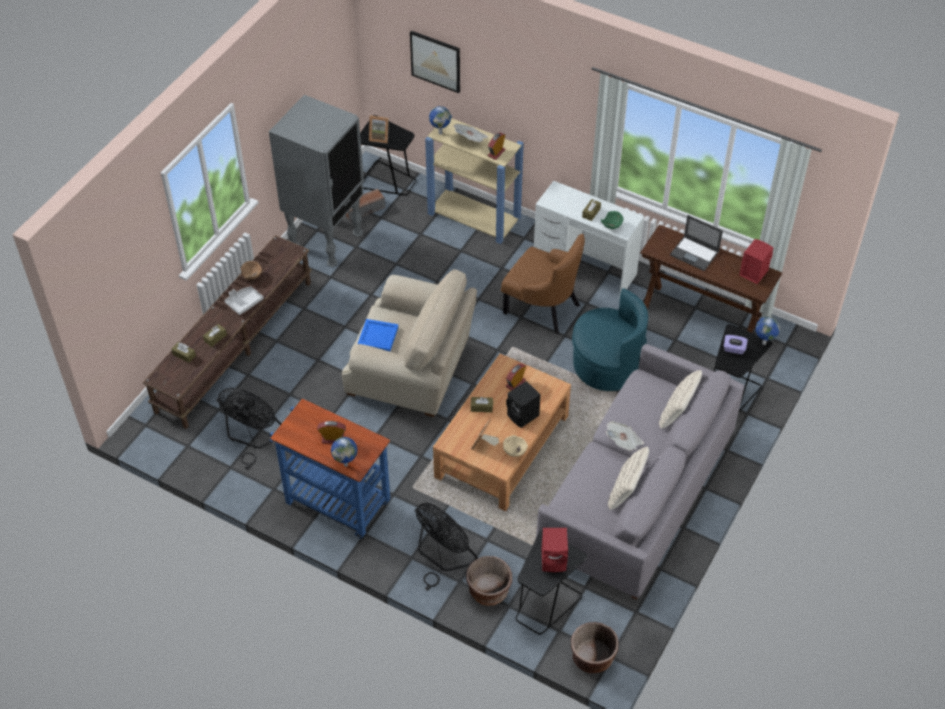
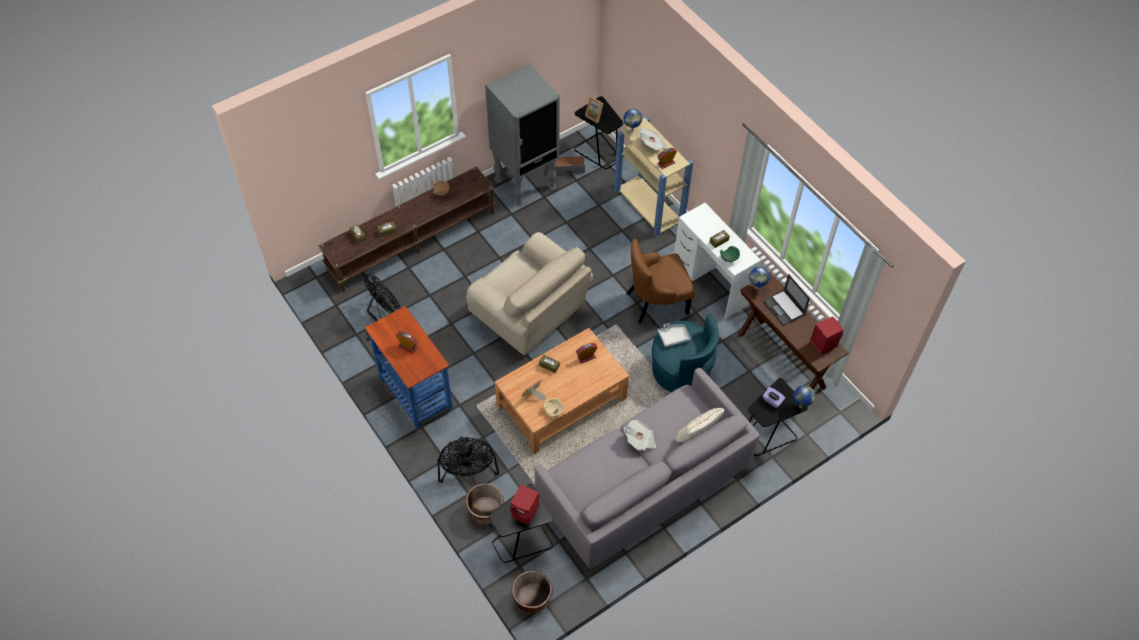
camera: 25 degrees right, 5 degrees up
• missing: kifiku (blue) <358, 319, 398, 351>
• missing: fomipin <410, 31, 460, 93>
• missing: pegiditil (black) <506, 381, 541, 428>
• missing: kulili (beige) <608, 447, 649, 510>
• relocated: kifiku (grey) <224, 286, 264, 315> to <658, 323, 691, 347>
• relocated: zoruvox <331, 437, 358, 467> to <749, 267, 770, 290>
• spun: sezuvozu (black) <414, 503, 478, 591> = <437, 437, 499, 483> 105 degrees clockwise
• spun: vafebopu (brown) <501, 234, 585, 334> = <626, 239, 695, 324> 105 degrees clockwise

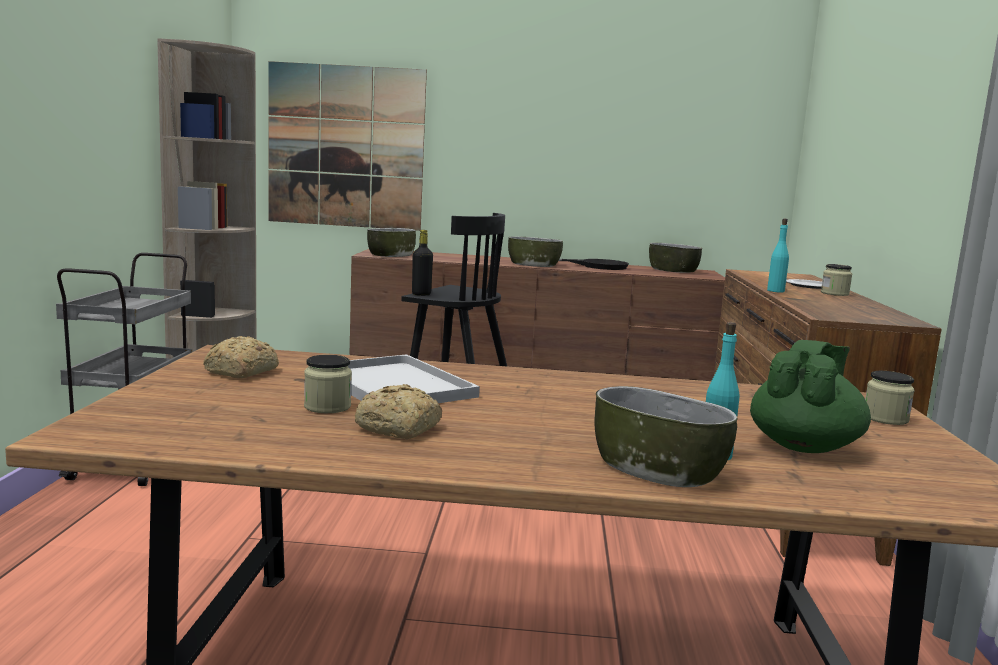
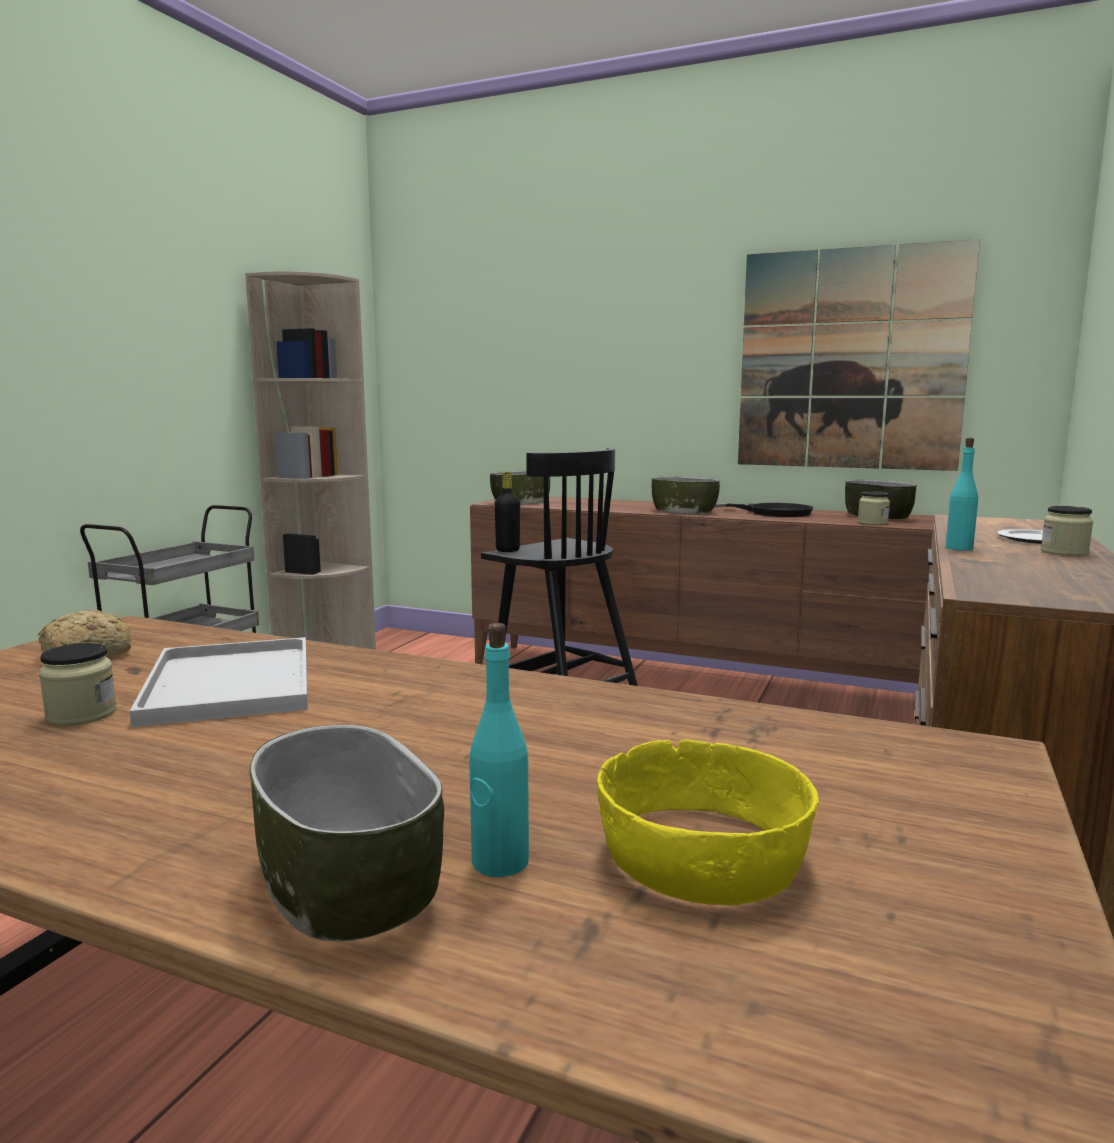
camera: 20 degrees right, 0 degrees up
• missing: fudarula <355, 384, 442, 439>
• relocated: fomipin <269, 61, 427, 231> to <738, 239, 980, 471>
• relocated: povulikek <865, 371, 915, 425> to <858, 491, 890, 525>
• exchanged: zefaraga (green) <750, 340, 871, 453> to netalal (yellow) <597, 739, 819, 905>

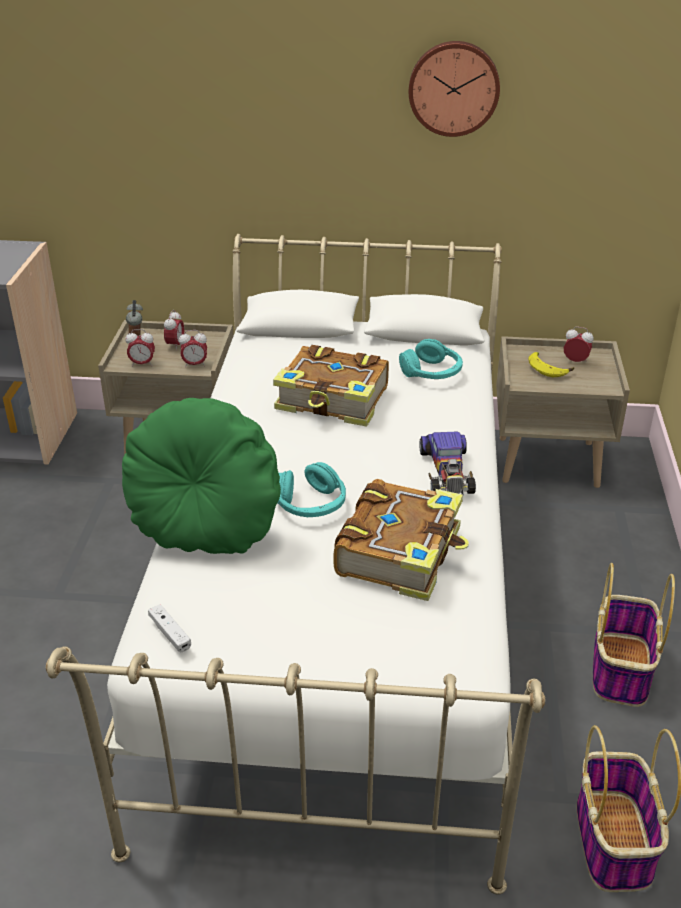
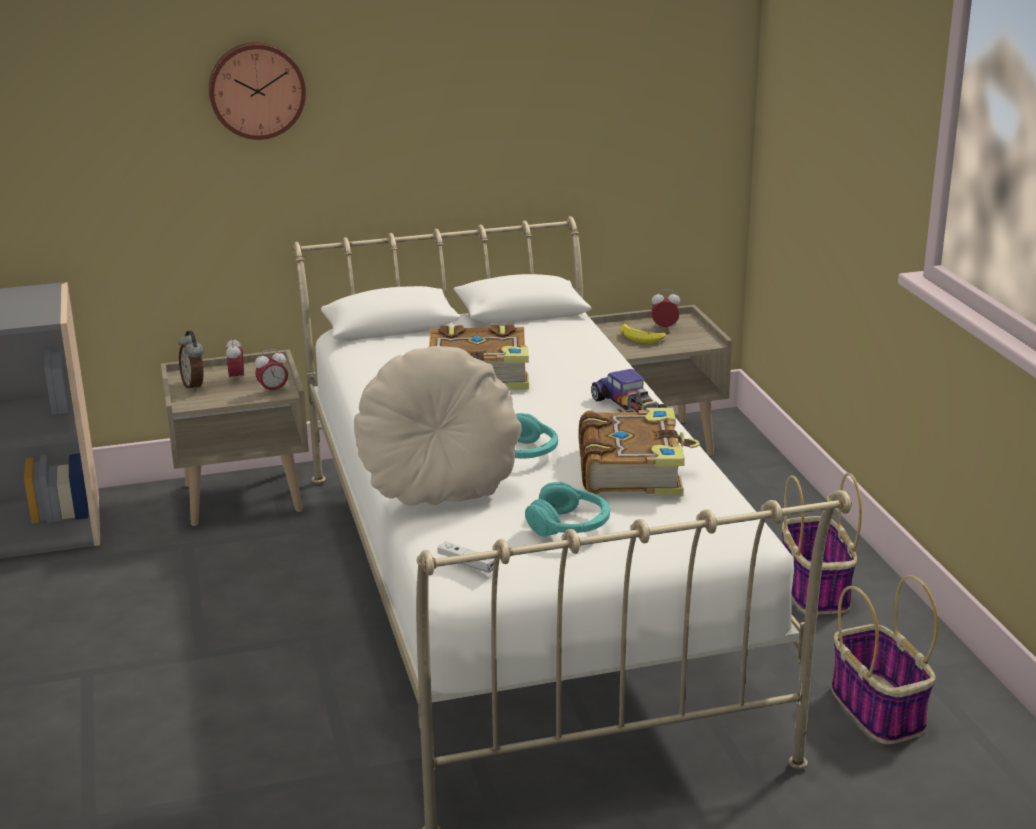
camera: 20 degrees left, 10 degrees down
• missing: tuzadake <126, 329, 155, 367>
• relocated: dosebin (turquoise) <399, 339, 463, 379> to <525, 482, 610, 537>
• relocated: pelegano <409, 41, 500, 137> to <209, 42, 306, 140>
• colour: kulili (green) <122, 398, 281, 554> to kulili (beige) <354, 346, 521, 505>

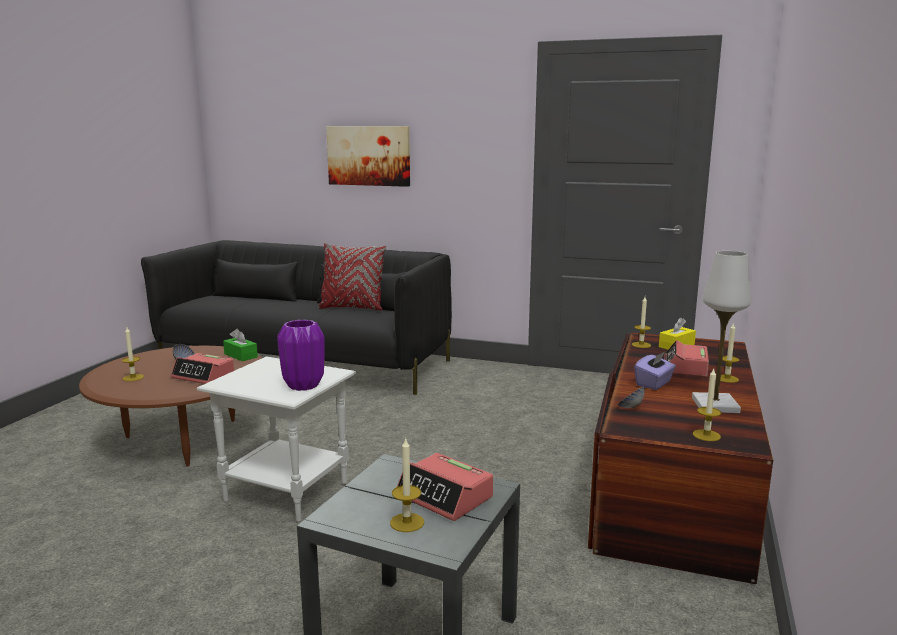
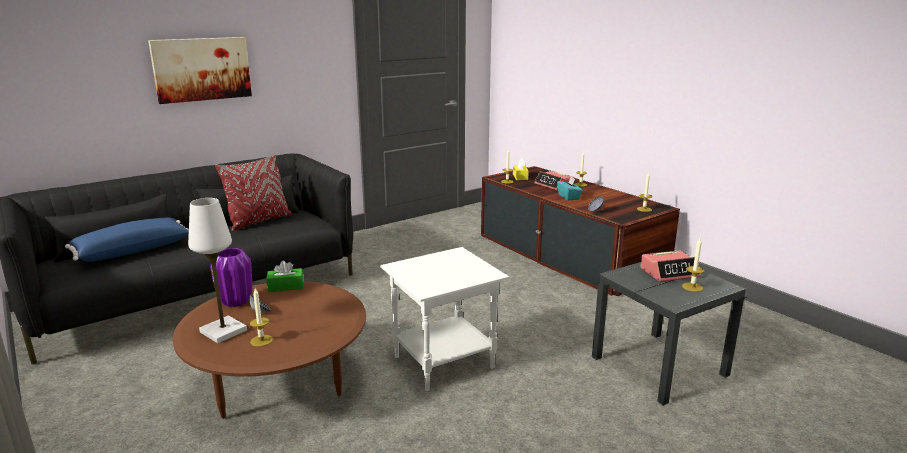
camera: 55 degrees left, 5 degrees up
• missing: tuzadake <171, 353, 234, 384>
• appeared: kulili (blue) <65, 217, 189, 262>
• relocated: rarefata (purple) <277, 320, 325, 391> to <210, 248, 252, 307>
• relocated: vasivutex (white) <692, 251, 751, 413> to <188, 198, 247, 343>
• colour: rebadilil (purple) <634, 352, 676, 390> to rebadilil (turquoise) <557, 177, 583, 200>

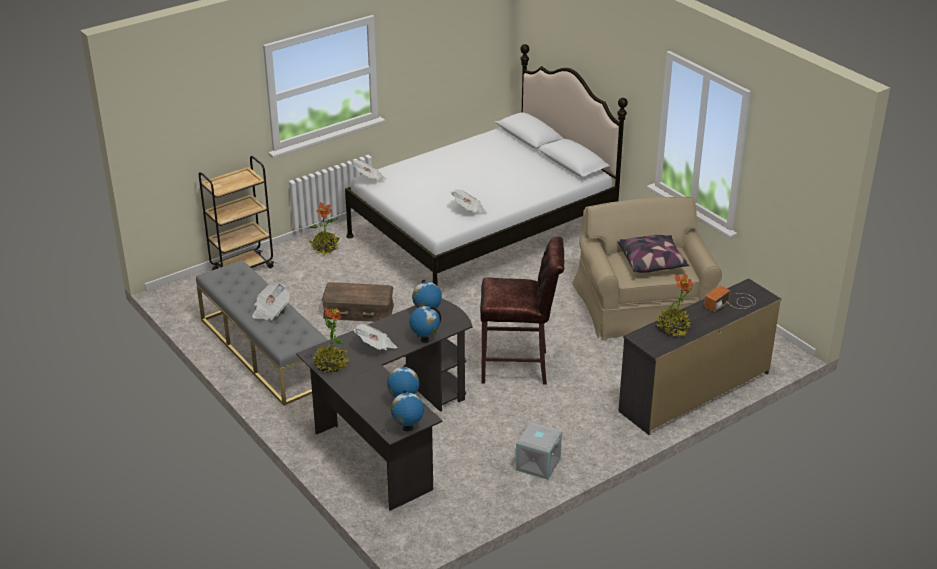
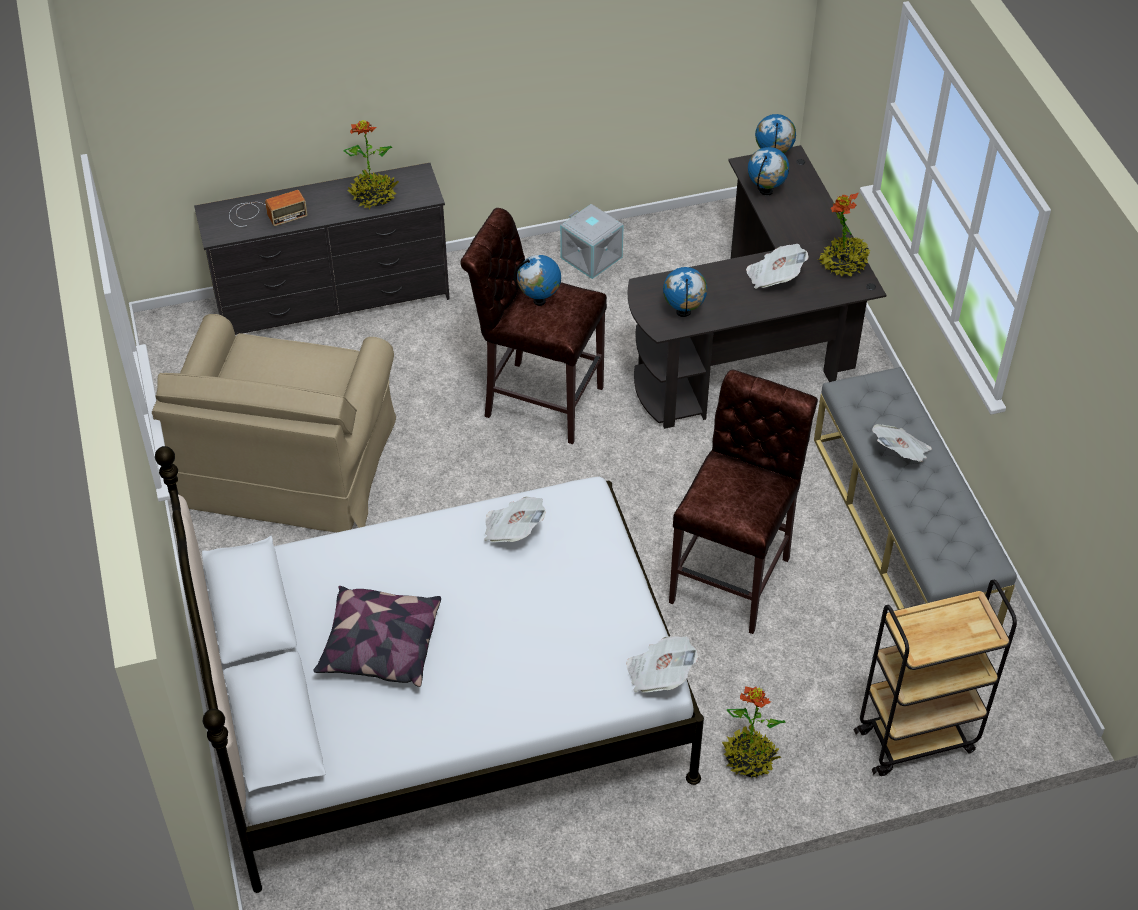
camera: 160 degrees left, 15 degrees up
• relocated: zoruvox <409, 306, 441, 343> to <513, 255, 561, 306>
• relocated: kulili <617, 235, 690, 273> to <313, 586, 441, 687>
• exchanged: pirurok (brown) <322, 282, 394, 322> to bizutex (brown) <669, 370, 818, 634>

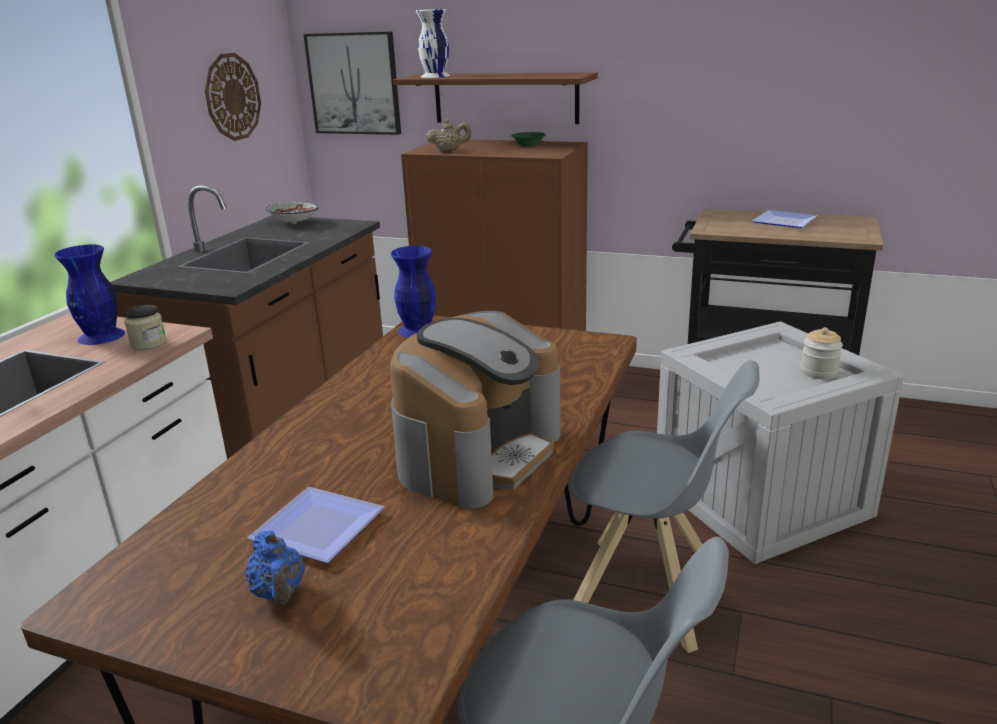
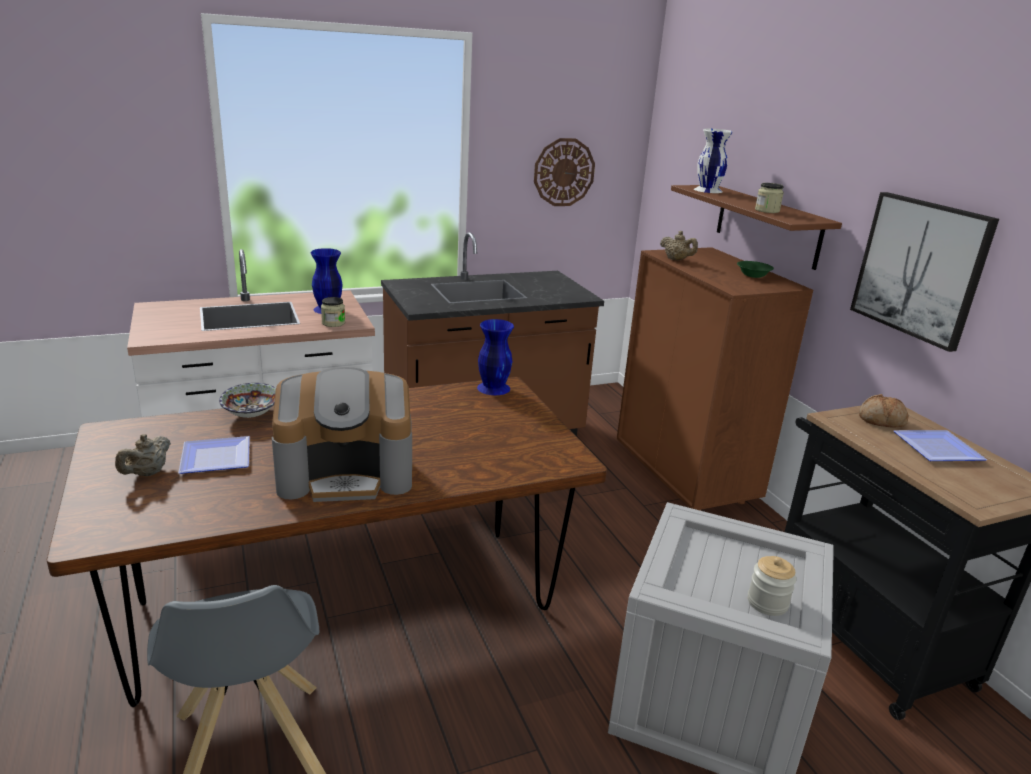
camera: 45 degrees right, 0 degrees up
• missing: vafebopu (grey) <568, 360, 759, 653>
• appeared: povulikek <755, 183, 784, 213>
• appeared: fudarula <859, 394, 908, 428>
• relocated: netalal <265, 202, 319, 224> to <219, 383, 276, 418>
• relocated: fomipin <303, 31, 401, 135> to <850, 192, 999, 352>
• colour: zefaraga (blue) <245, 530, 305, 604> to zefaraga (beige) <115, 434, 171, 476>

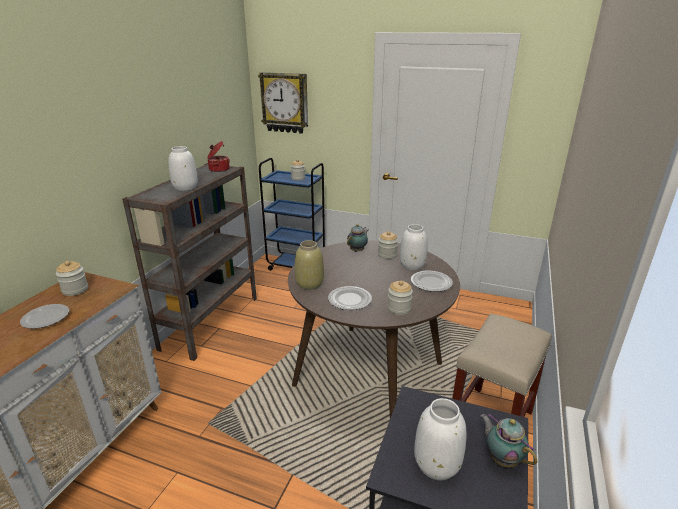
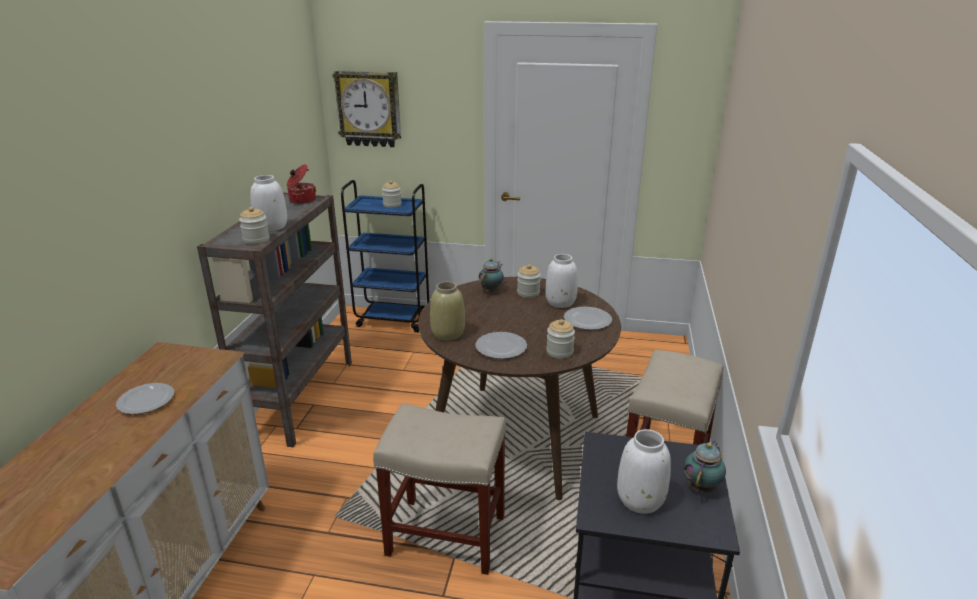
camera: 10 degrees left, 0 degrees up
• appeared: bizutex (beige) <373, 403, 506, 575>
• relocated: povulikek <56, 261, 88, 296> to <239, 207, 270, 245>
• spun: zefaraga <480, 413, 537, 468> = <684, 440, 726, 493> 75 degrees clockwise

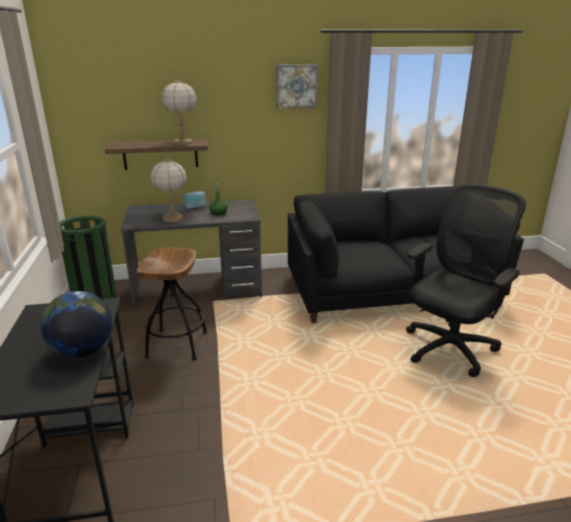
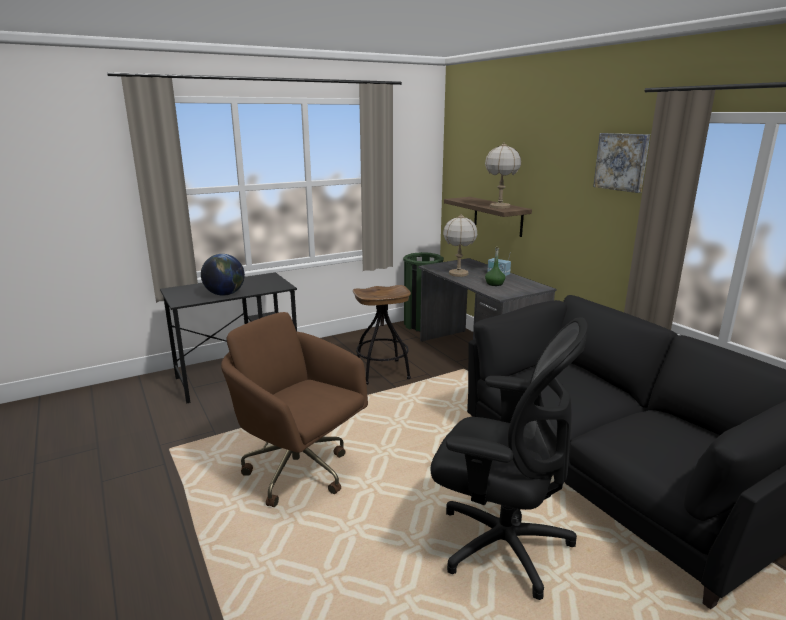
camera: 70 degrees right, 5 degrees down
• appeared: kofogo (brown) <221, 312, 368, 507>

